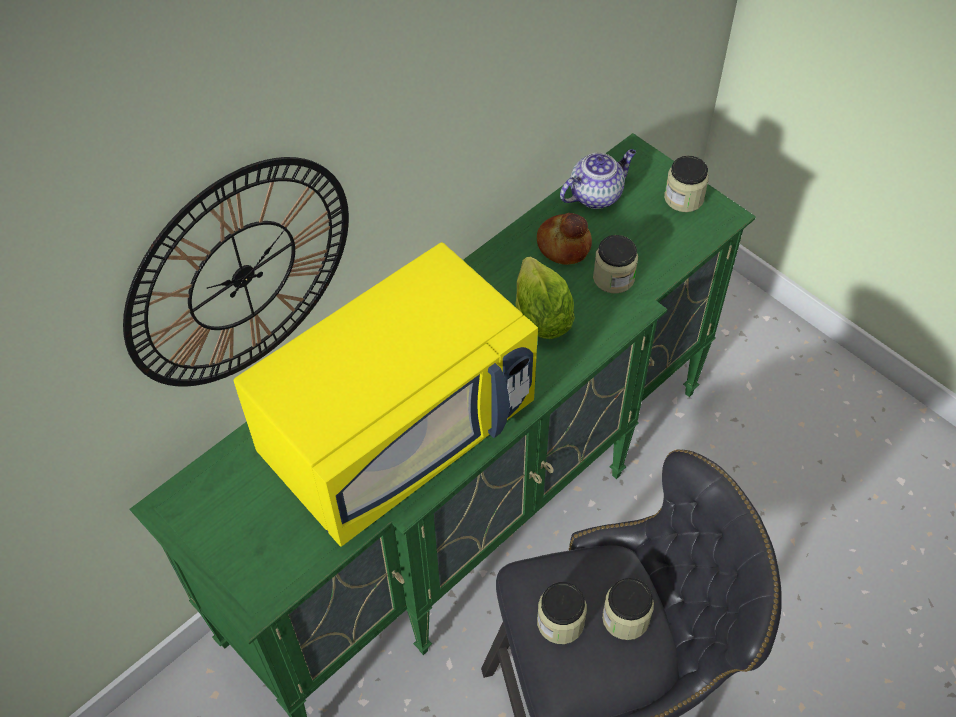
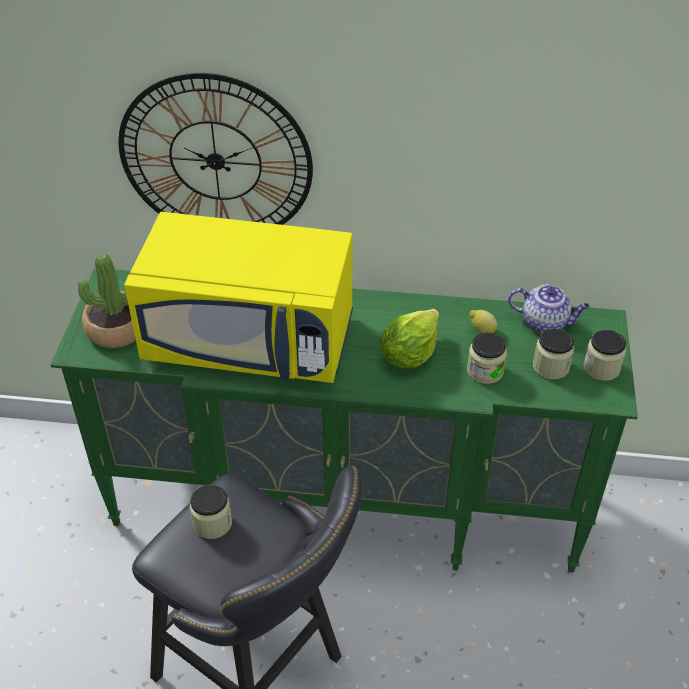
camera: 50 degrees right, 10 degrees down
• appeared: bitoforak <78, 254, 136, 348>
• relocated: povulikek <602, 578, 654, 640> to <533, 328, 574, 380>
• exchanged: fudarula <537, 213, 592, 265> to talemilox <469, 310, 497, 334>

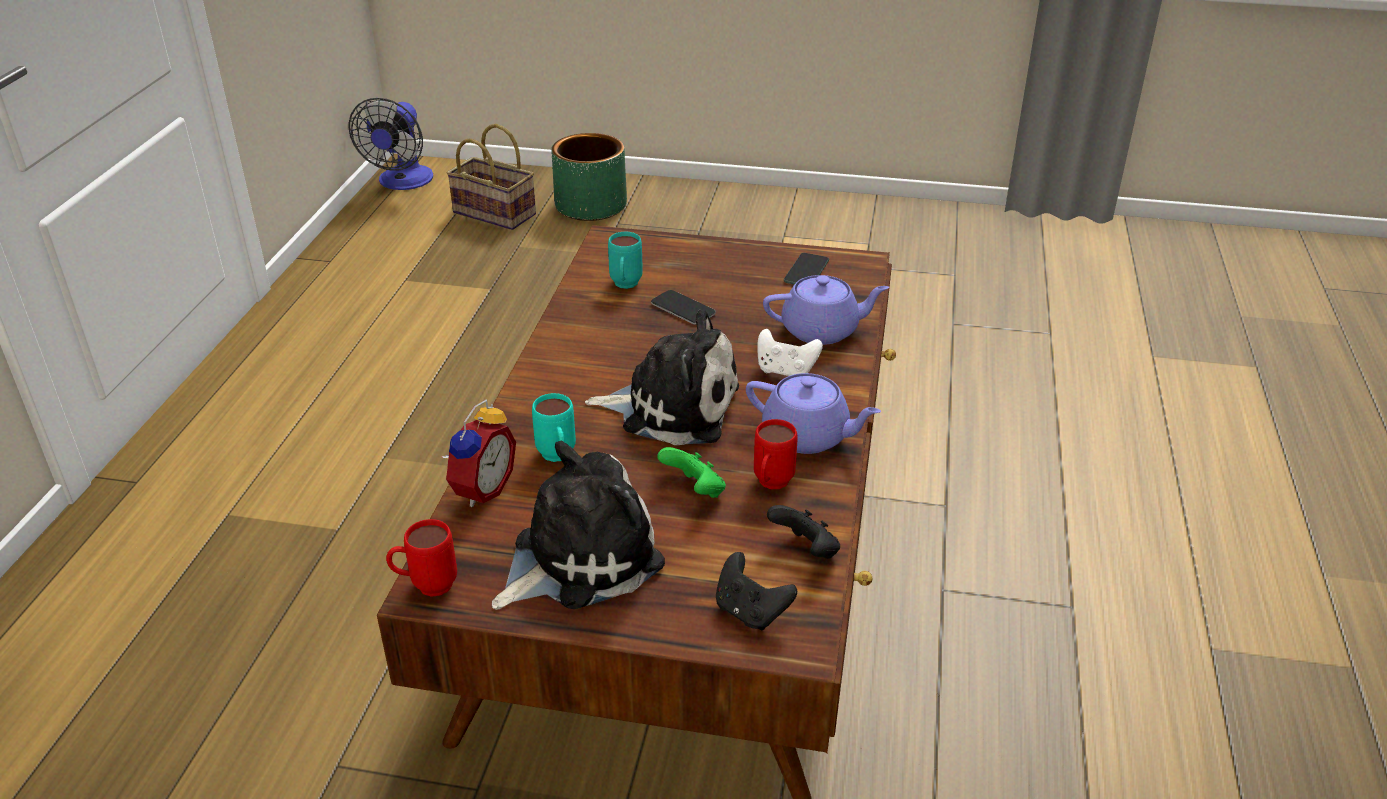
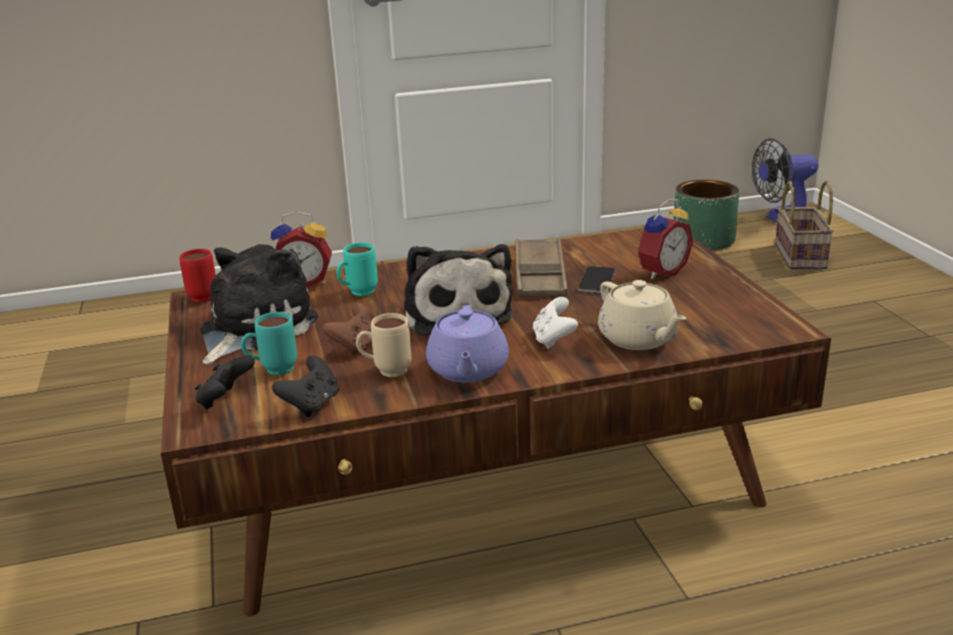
camera: 65 degrees right, 10 degrees down
• missing: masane <784, 253, 829, 284>
• appeared: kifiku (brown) <515, 238, 568, 297>
• appeared: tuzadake <638, 199, 693, 279>
• relocated: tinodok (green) <551, 133, 627, 221> to <673, 180, 739, 251>
• relocated: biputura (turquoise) <608, 232, 643, 289> to <241, 312, 297, 375>
• colour: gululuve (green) <658, 447, 726, 498> to gululuve (brown) <322, 303, 375, 355>
• colour: biputura (red) <754, 419, 798, 489> to biputura (beige) <356, 313, 411, 377>
• colour: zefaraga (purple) <763, 275, 889, 345> to zefaraga (beige) <598, 280, 686, 350>
• spun: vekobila <492, 441, 665, 610> = <200, 244, 318, 365> 90 degrees counterclockwise

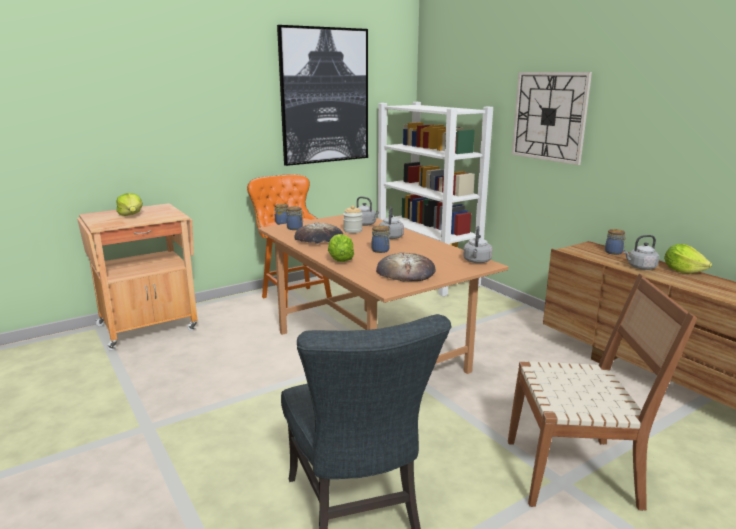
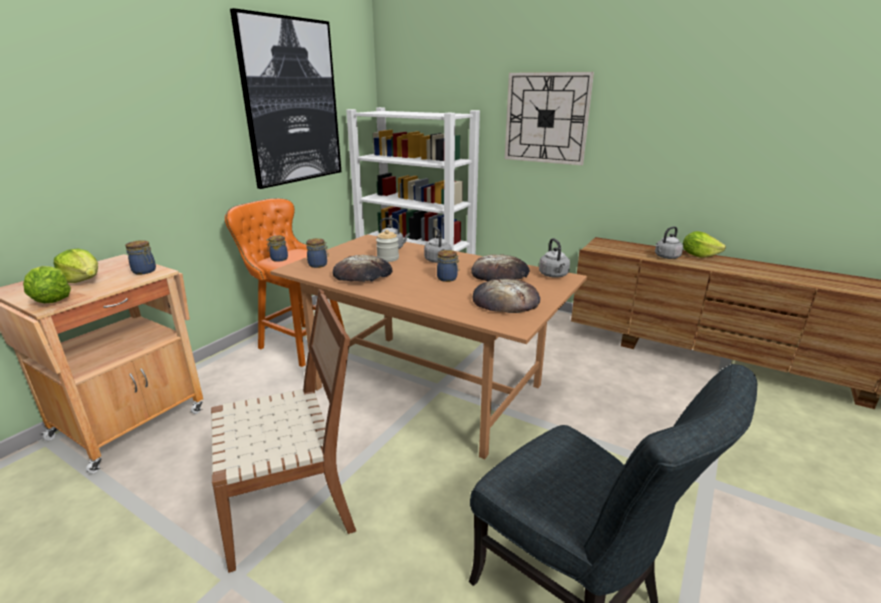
camera: 25 degrees left, 5 degrees up
• appeared: fudarula <471, 254, 530, 281>
• relocated: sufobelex <328, 234, 354, 262> to <23, 266, 71, 303>
• relocated: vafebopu <508, 273, 697, 511> to <211, 289, 356, 573>
• relocated: povulikek <605, 229, 626, 255> to <125, 240, 156, 275>

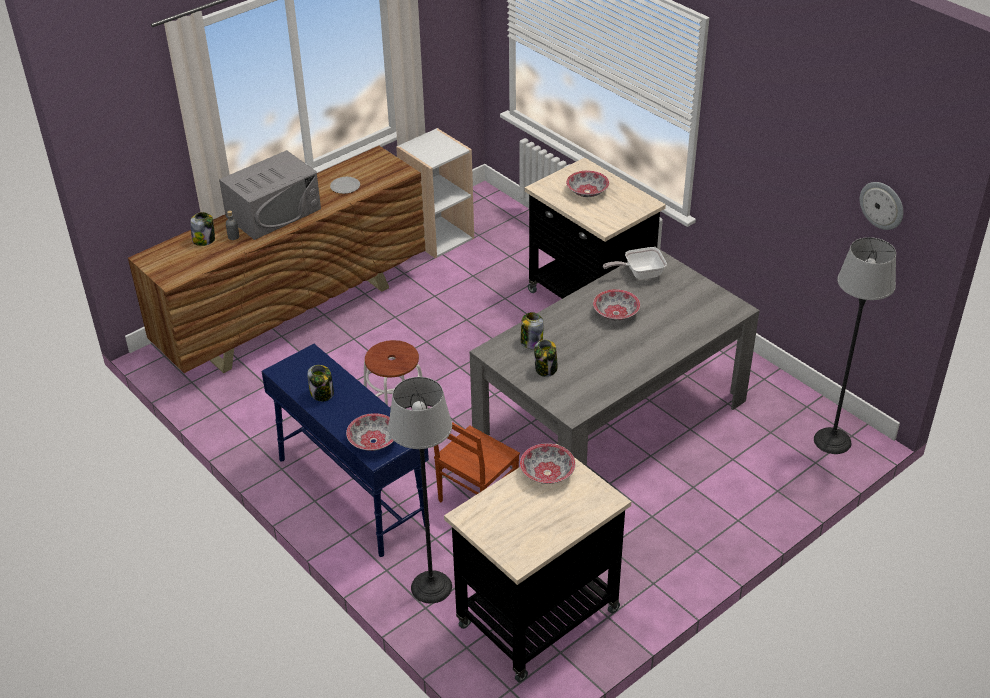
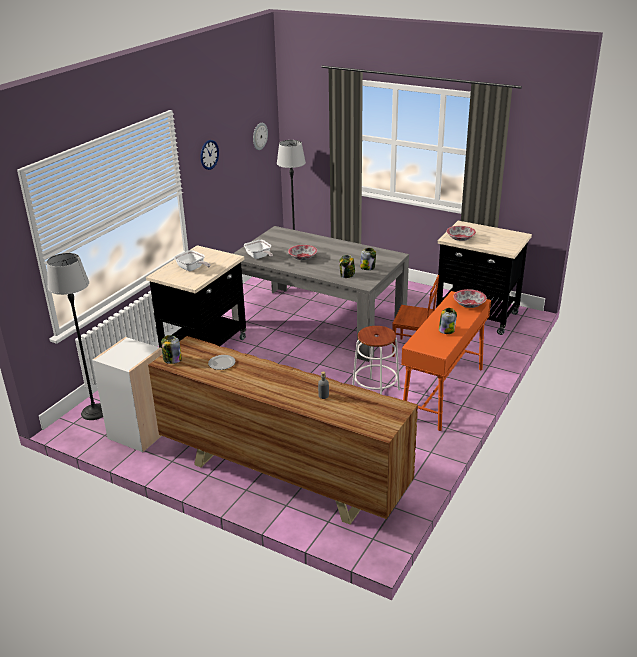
camera: 110 degrees left, 10 degrees down
• missing: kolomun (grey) <219, 150, 321, 240>
• appeared: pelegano <201, 140, 219, 170>
• relocated: povulikek <190, 212, 215, 246> to <161, 335, 182, 364>
• relocated: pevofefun <388, 377, 452, 604> to <47, 253, 103, 420>
• exchanged: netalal <566, 171, 609, 197> to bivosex <174, 250, 210, 271>
• colour: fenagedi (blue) <261, 344, 430, 557> to fenagedi (orange) <401, 291, 491, 431>

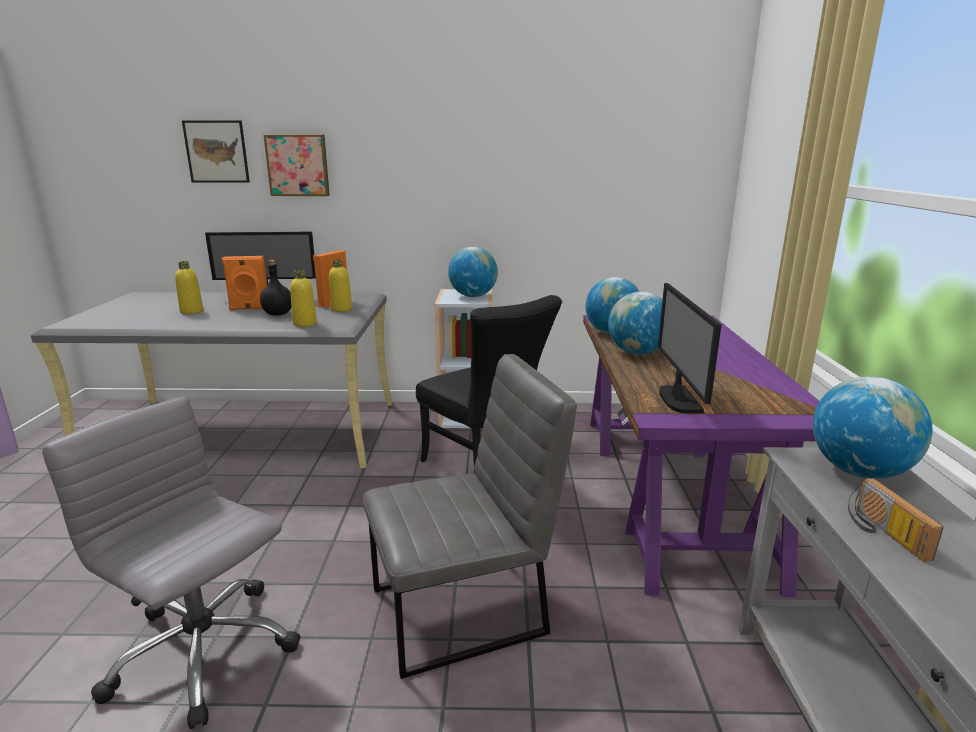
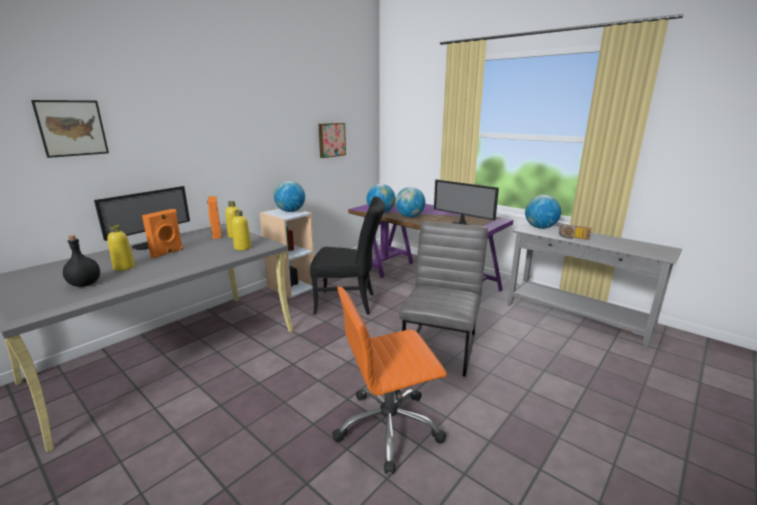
camera: 50 degrees left, 0 degrees up
• relocated: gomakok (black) <260, 260, 292, 316> to <63, 235, 100, 287>
• relocated: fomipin <263, 134, 330, 196> to <319, 123, 346, 158>
• colour: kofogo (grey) <42, 397, 301, 729> to kofogo (orange) <332, 287, 447, 474>

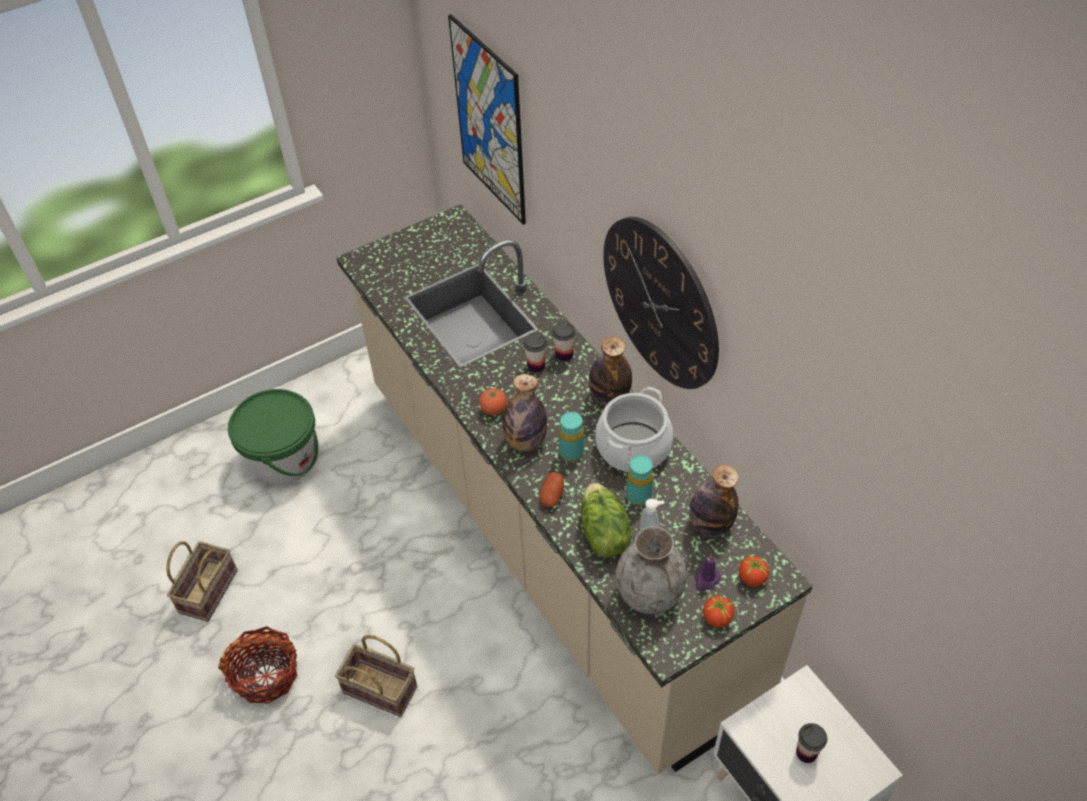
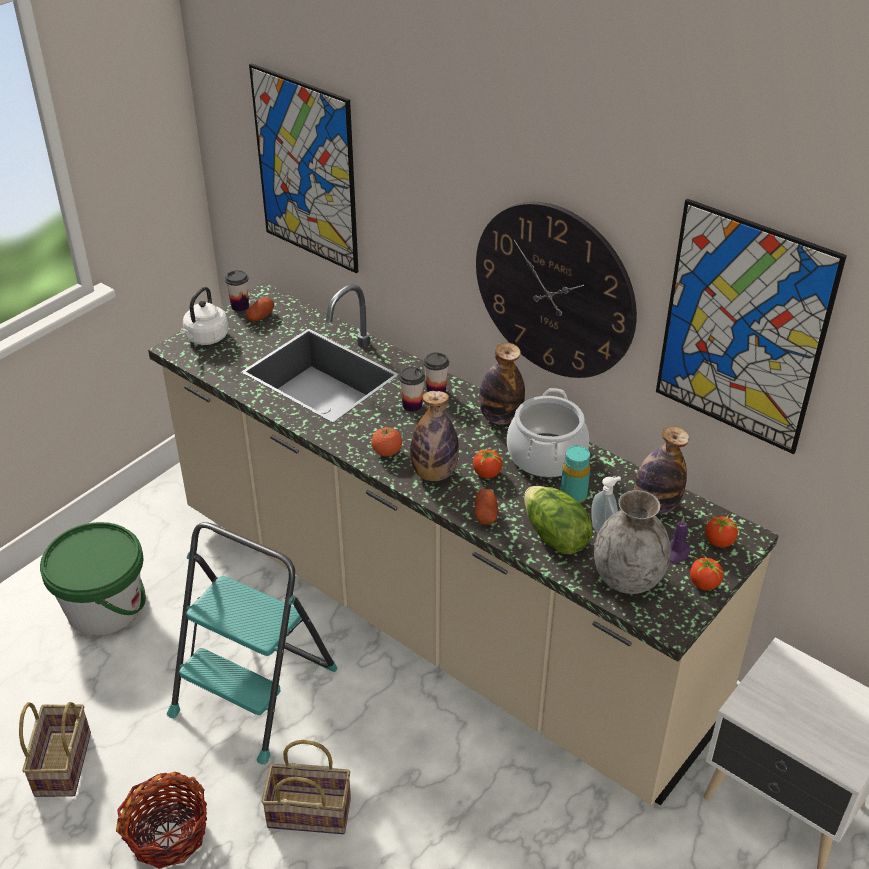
camera: 20 degrees left, 10 degrees down
• appeared: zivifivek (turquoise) <167, 522, 337, 765>
• appeared: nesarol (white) <180, 287, 229, 345>
• appeared: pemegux <245, 297, 274, 322>
• appeared: fomipin <656, 199, 847, 454>
• relocated: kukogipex <796, 723, 827, 763> to <225, 270, 249, 311>
• exchanged: gomakok (turquoise) <559, 412, 584, 461> to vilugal <472, 444, 502, 479>

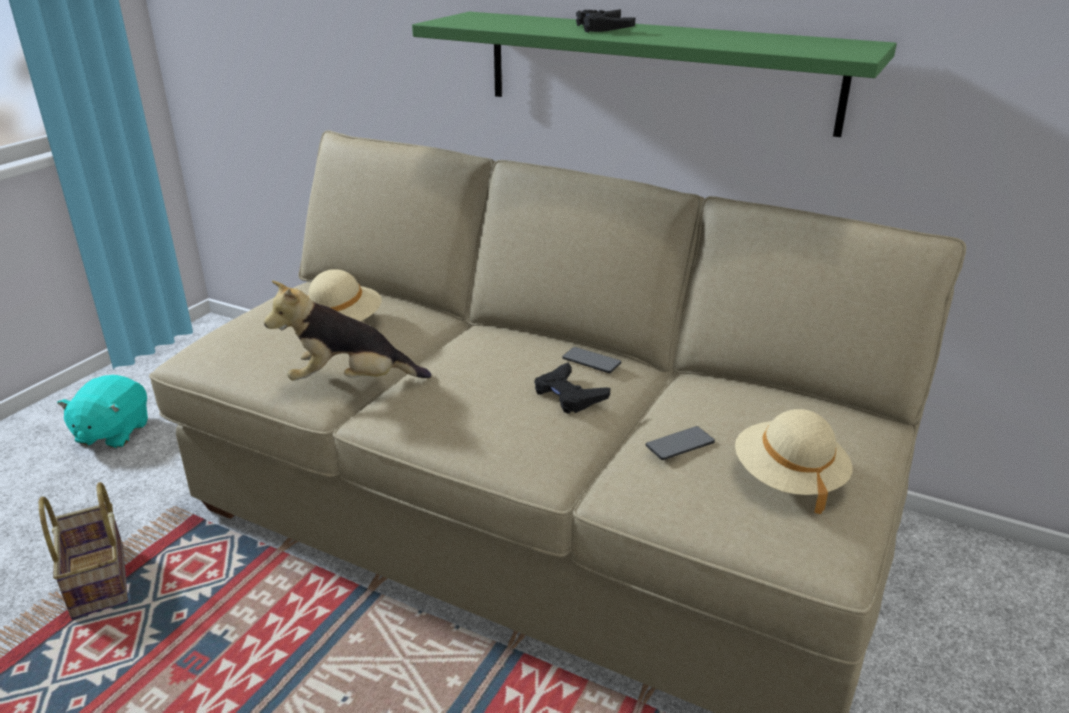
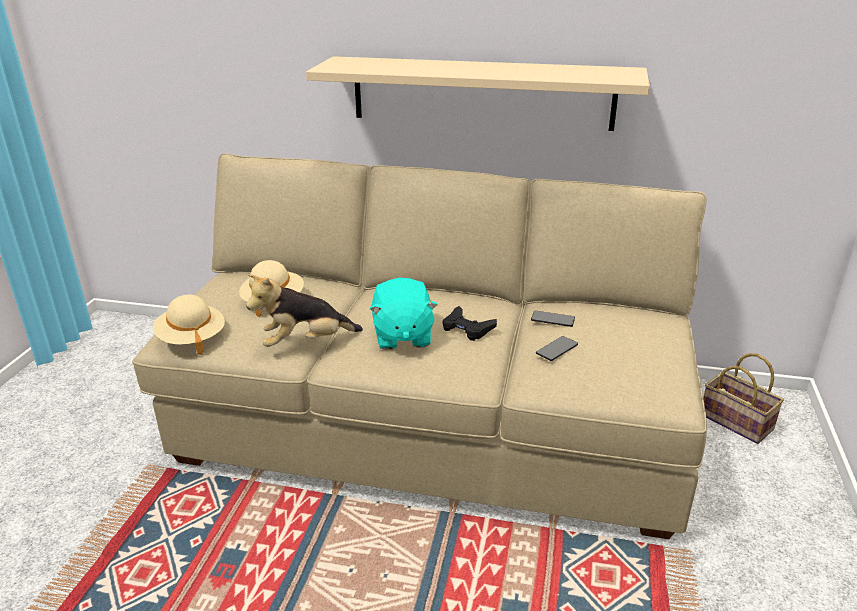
camera: 15 degrees left, 0 degrees up
• missing: gululuve (black) <576, 9, 635, 32>
• relocated: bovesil <39, 482, 128, 619> to <703, 353, 784, 444>
• relocated: vekobila (turquoise) <57, 375, 148, 448> to <370, 277, 438, 350>
• relocated: masane <562, 347, 621, 373> to <531, 311, 575, 327>
• relocated: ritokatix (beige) <735, 409, 852, 514> to <153, 295, 225, 355>
• colour: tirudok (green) <412, 12, 897, 137> to tirudok (beige) <306, 56, 650, 131>

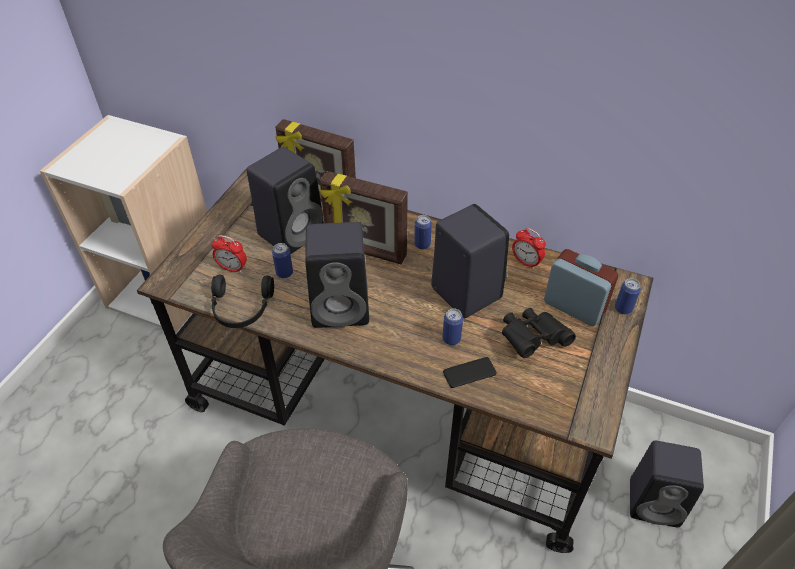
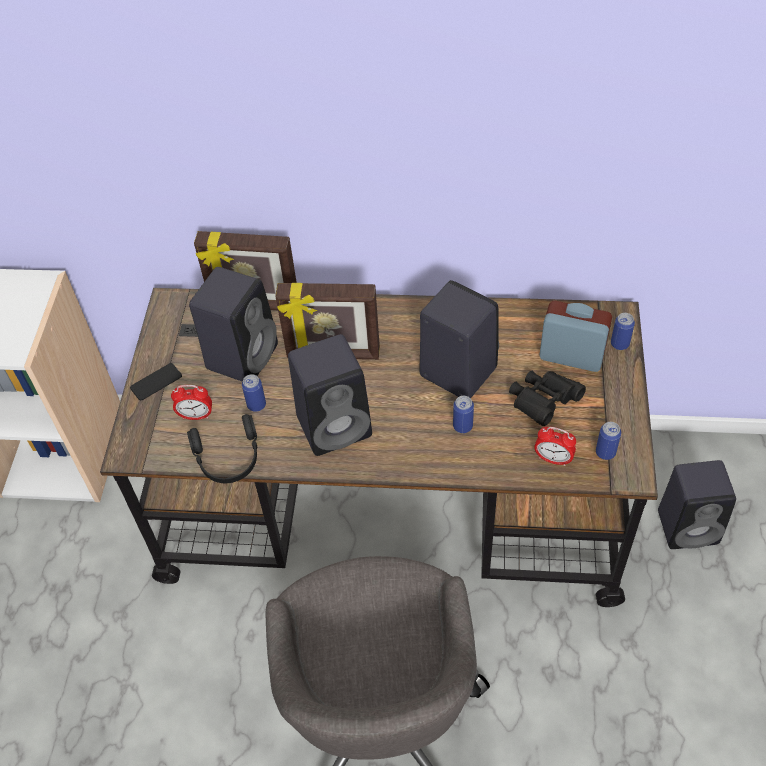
camera: 15 degrees left, 5 degrees up
• relocated: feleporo <414, 215, 432, 250> to <596, 422, 621, 460>
• relocated: masane <443, 357, 497, 388> to <130, 363, 182, 401>
• relocated: tuzadake <512, 228, 546, 269> to <534, 427, 576, 466>

